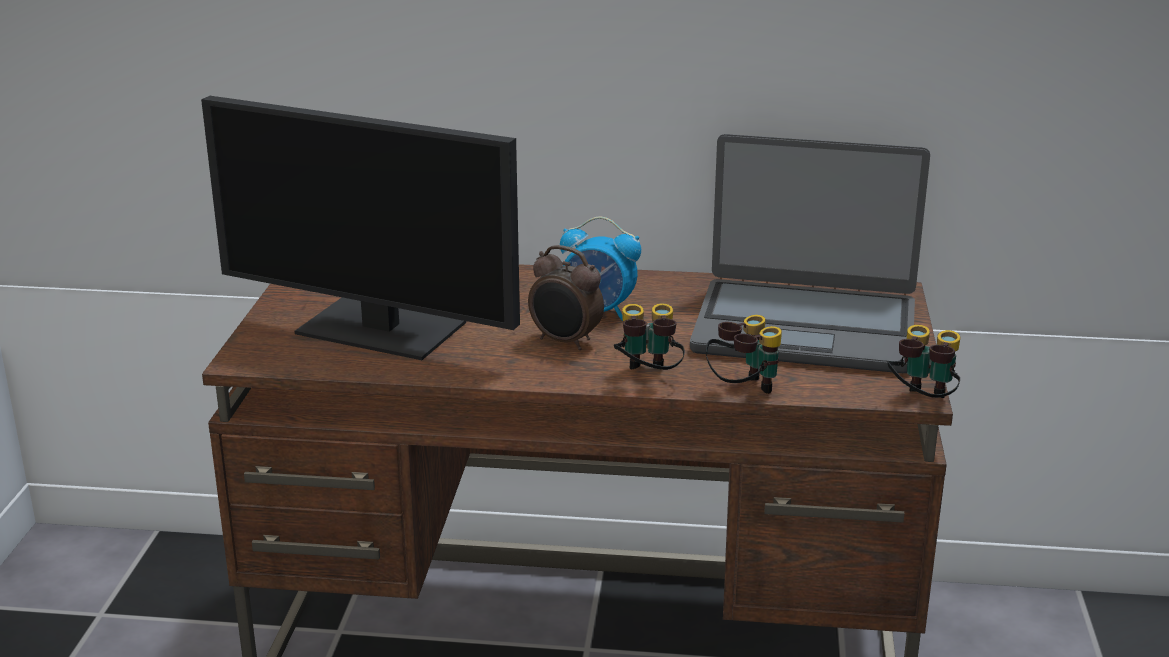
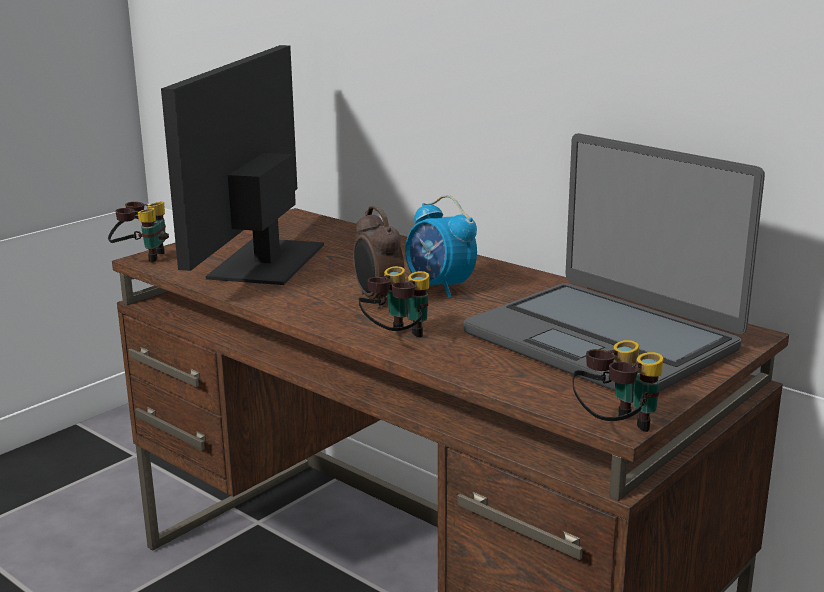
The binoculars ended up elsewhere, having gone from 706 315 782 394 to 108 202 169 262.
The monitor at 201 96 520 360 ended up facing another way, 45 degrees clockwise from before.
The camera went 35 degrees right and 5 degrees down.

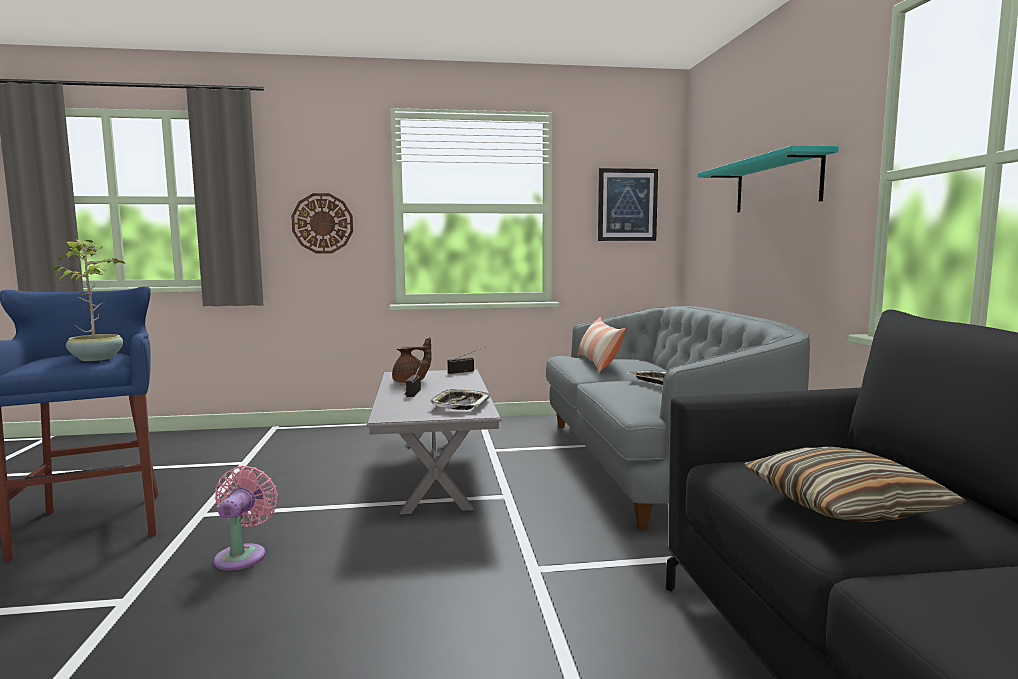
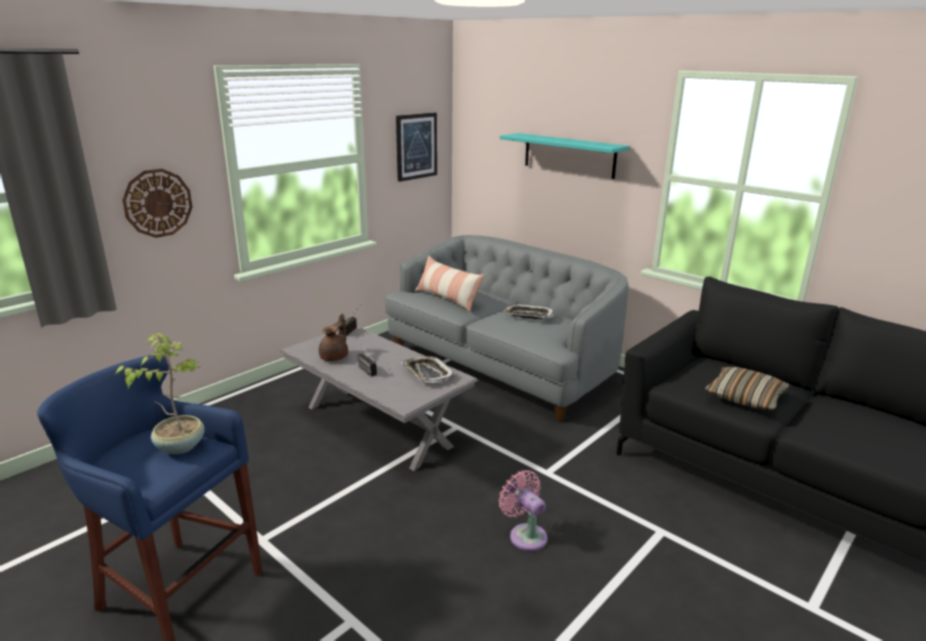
The pink_fan ended up elsewhere, having gone from 214 466 278 570 to 499 470 548 551.
The camera went 40 degrees left and 15 degrees up.

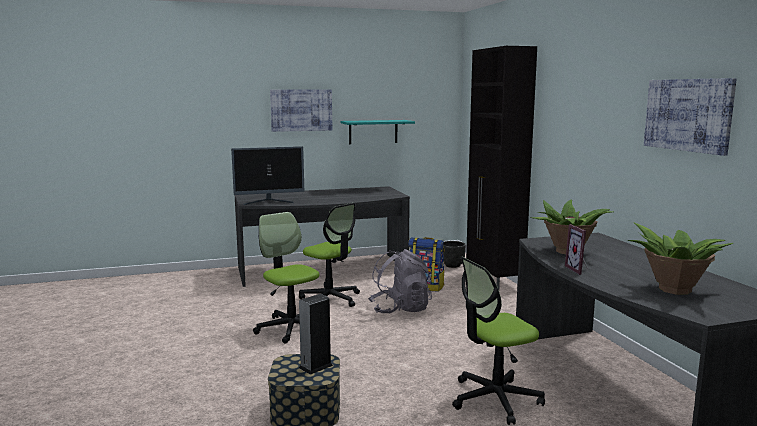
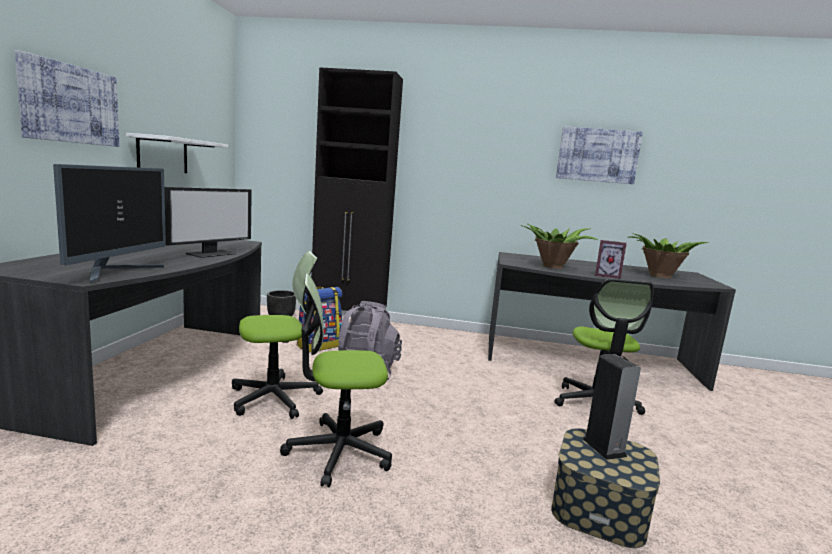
The second view gained the monitor at 164 187 252 258.
What was the turquoise_shelf at 341 120 415 144 turned into the white_shelf at 126 133 228 173.
The camera went 65 degrees left and 0 degrees up.

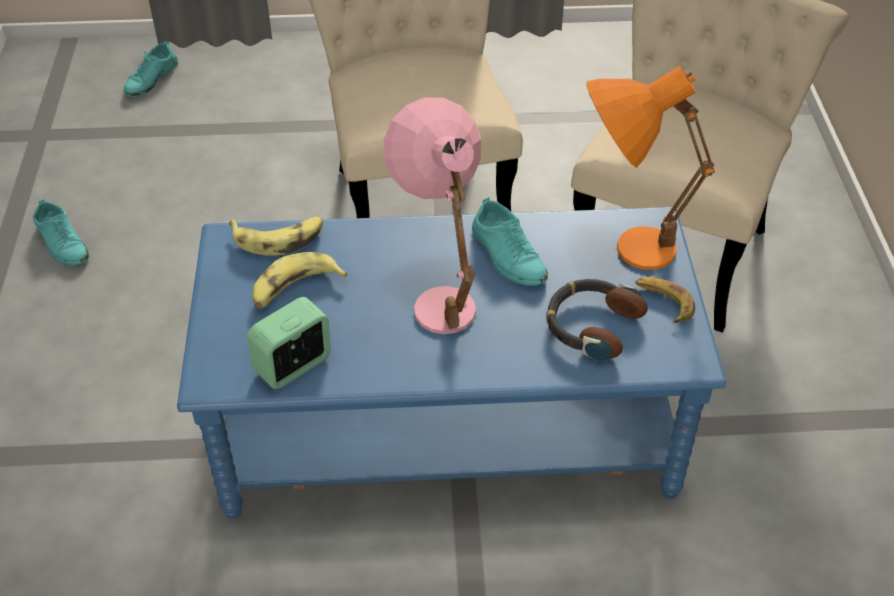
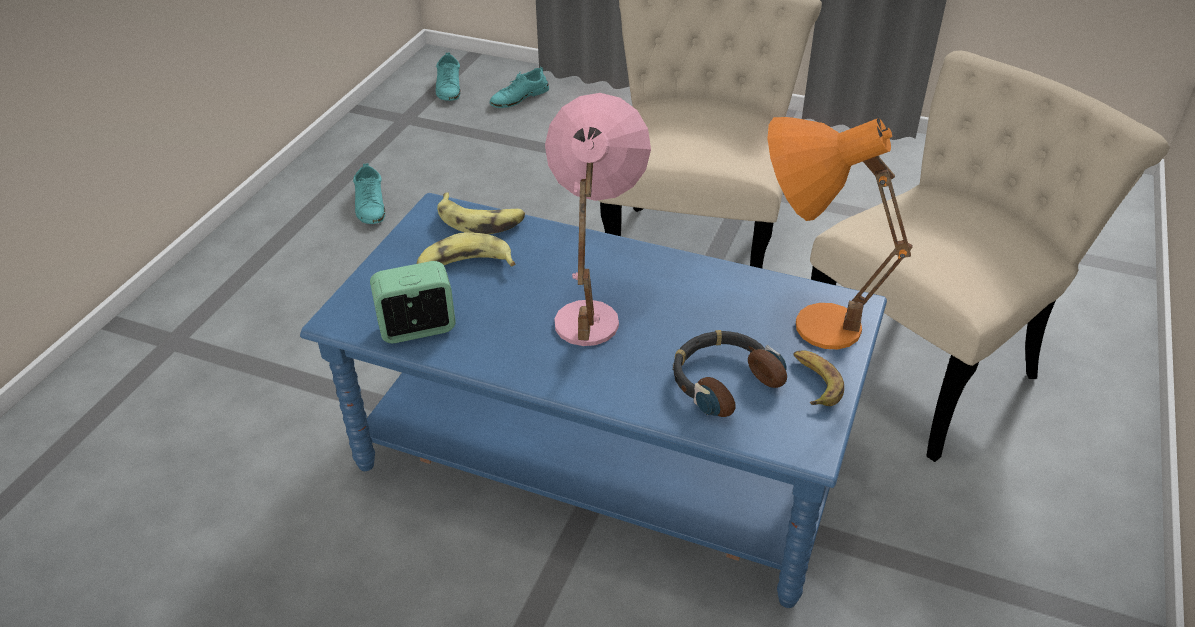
The turquoise_shoe ended up elsewhere, having gone from 472 197 548 286 to 436 52 461 101.
The camera went 25 degrees right and 5 degrees down.

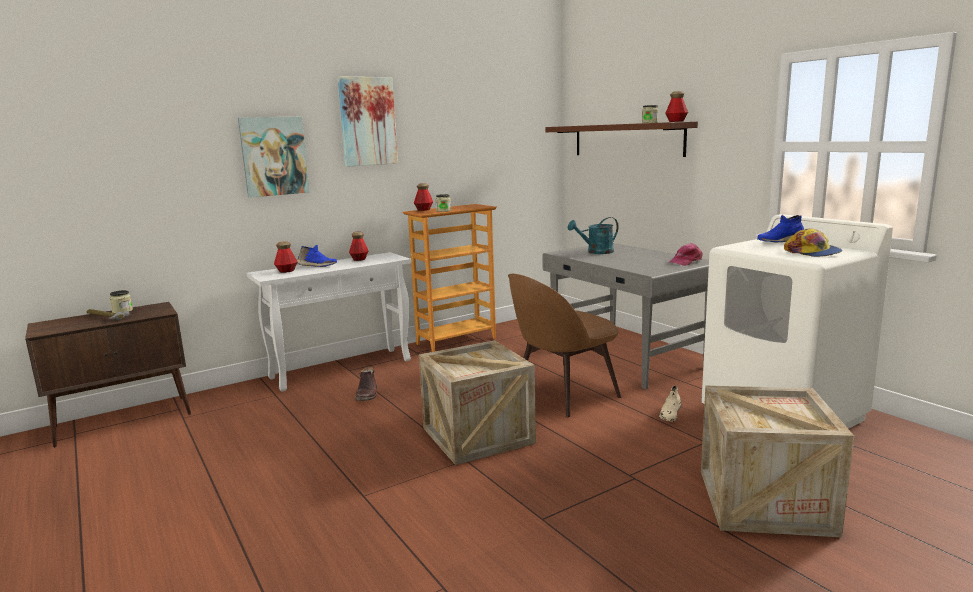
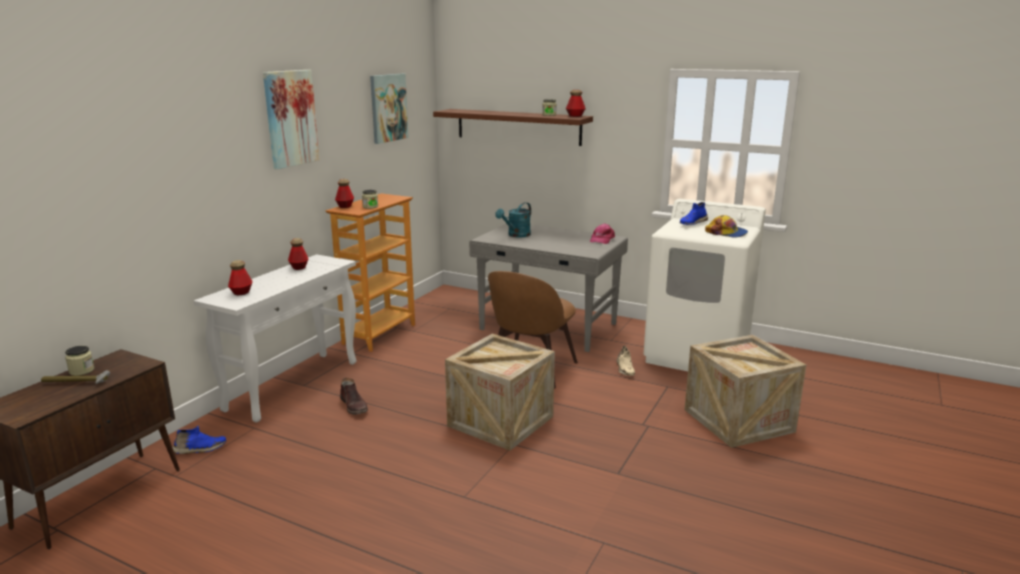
The picture ended up elsewhere, having gone from 238 117 310 198 to 370 74 409 144.
The blue_shoe ended up elsewhere, having gone from 297 245 337 267 to 172 425 226 454.
The camera went 30 degrees left and 5 degrees up.

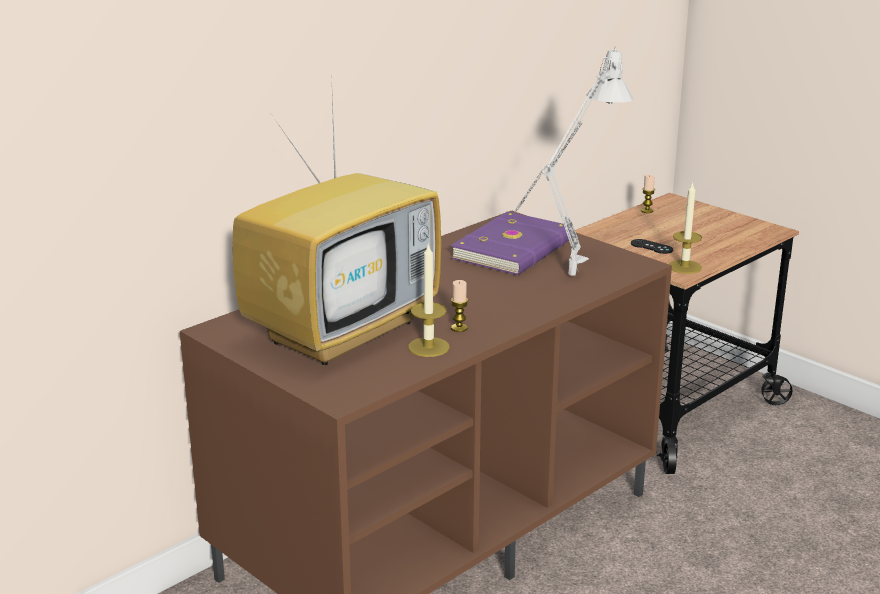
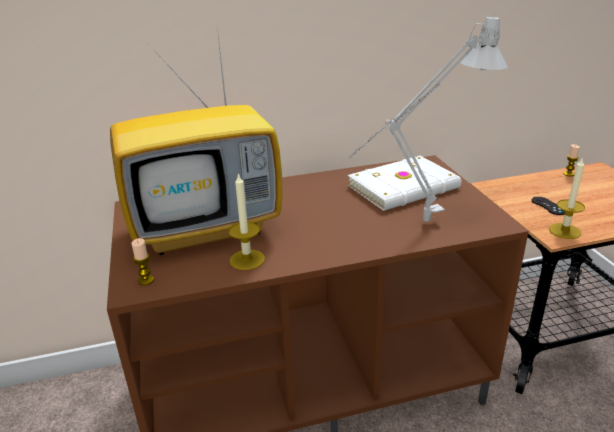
The candle ended up elsewhere, having gone from 451 280 468 332 to 131 238 154 285.
What was the purple_book at 451 211 574 275 turned into the white_book at 348 156 461 211.
The camera went 30 degrees right and 5 degrees up.

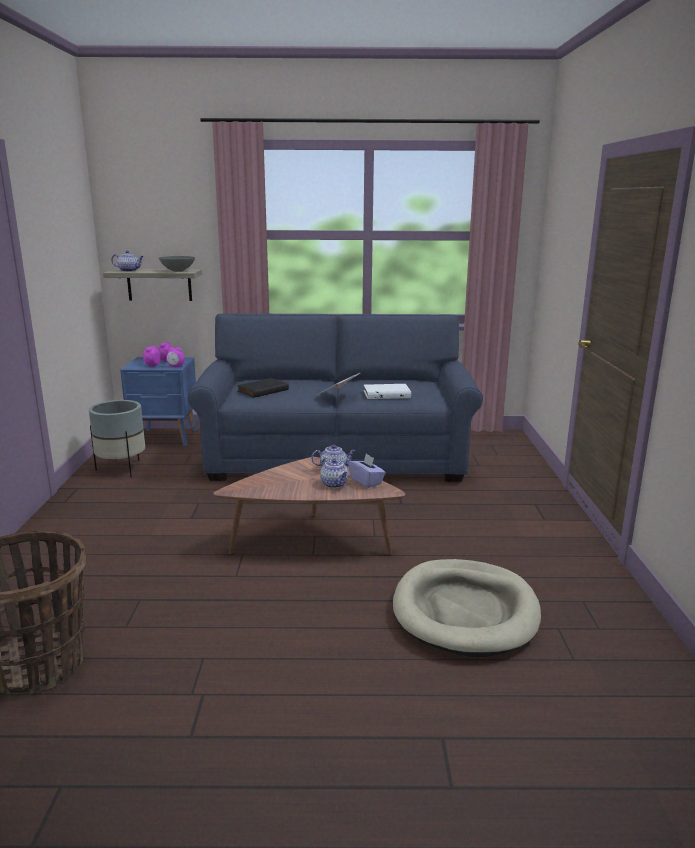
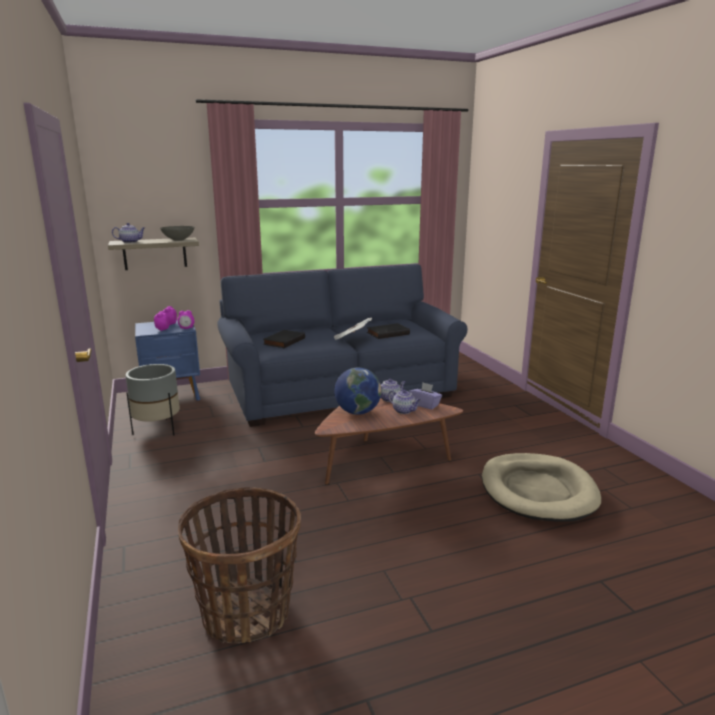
The second view gained the globe at 334 368 381 415.
What was the white_book at 364 384 411 399 turned into the black_book at 367 323 410 339.
The camera went 20 degrees left and 0 degrees up.

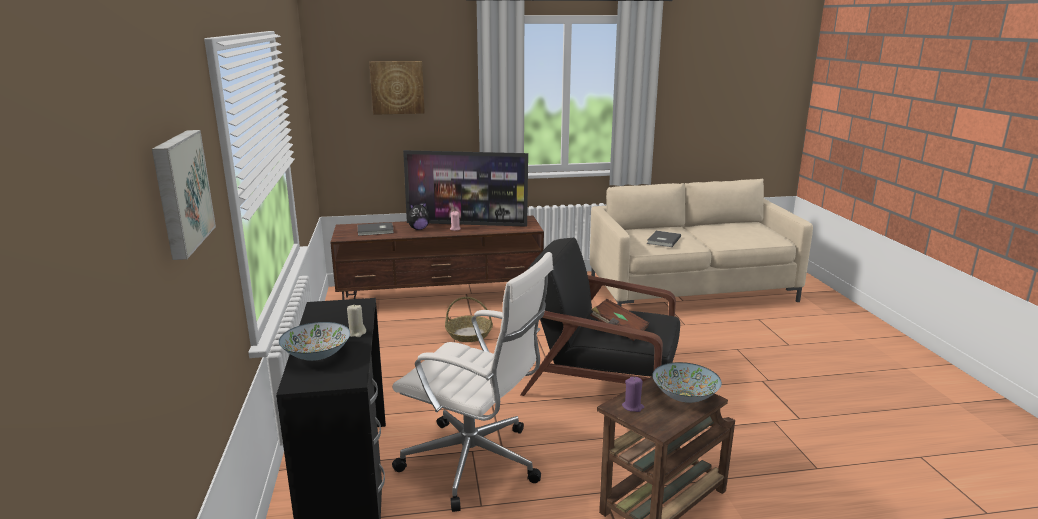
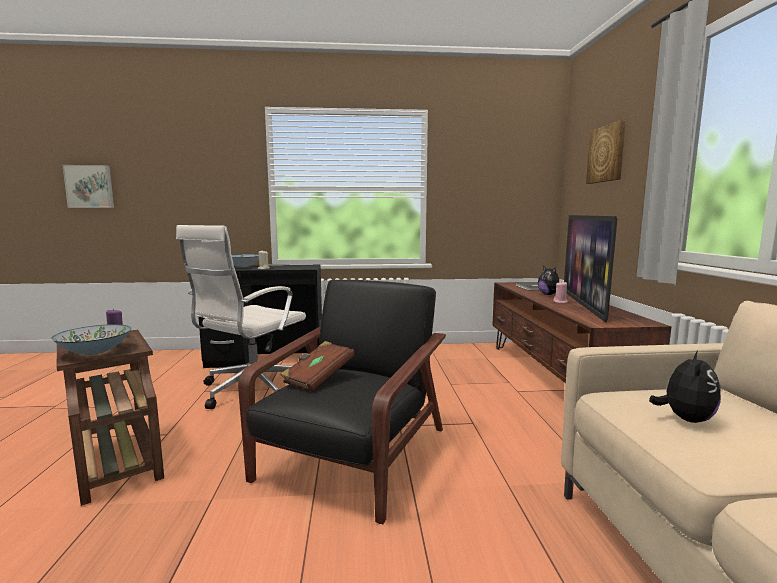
The second view lost the basket at 445 297 493 342.
The picture ended up elsewhere, having gone from 152 130 216 260 to 62 165 114 208.
Where the grey_book stood at 647 231 681 247, the plush_toy came to stand at 649 351 721 423.
The camera went 95 degrees right and 10 degrees down.

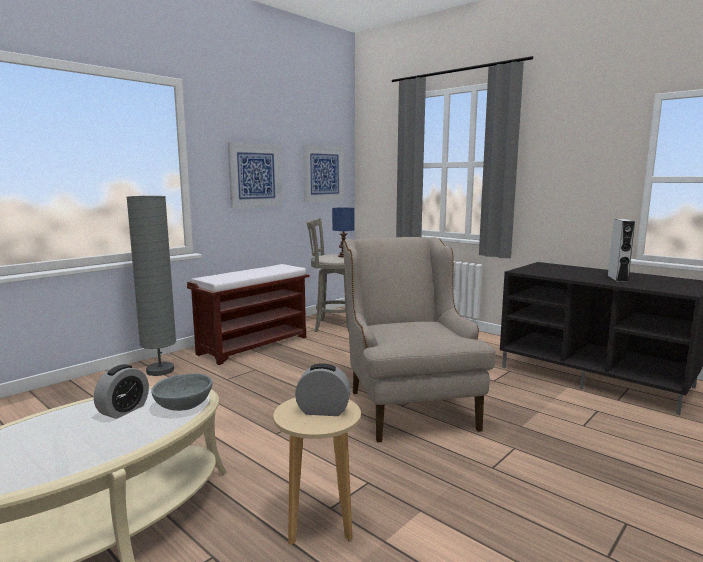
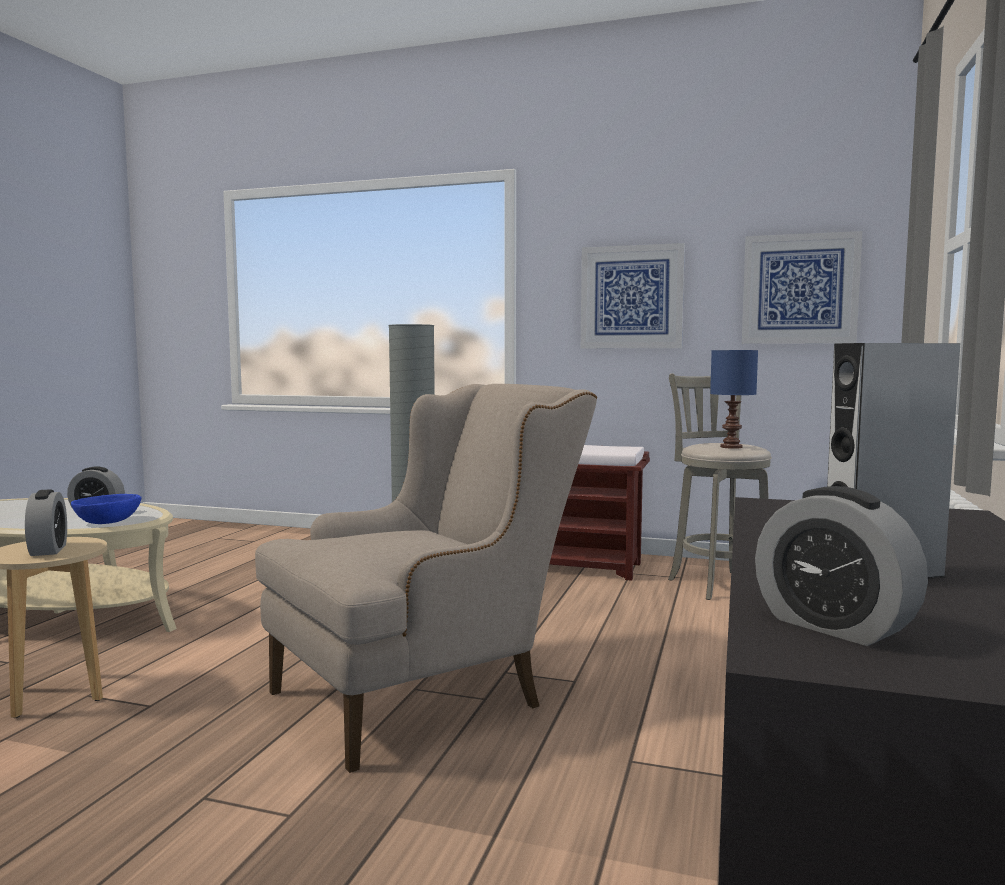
The second view gained the alarm_clock at 755 486 928 646.
What was the grey_bowl at 151 373 213 411 turned into the blue_bowl at 71 494 142 524.
The camera went 65 degrees right and 5 degrees down.

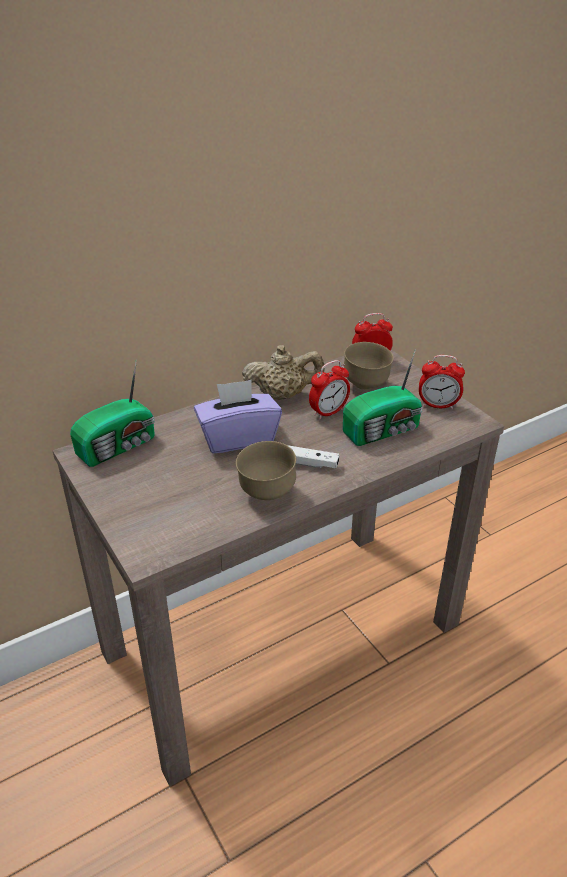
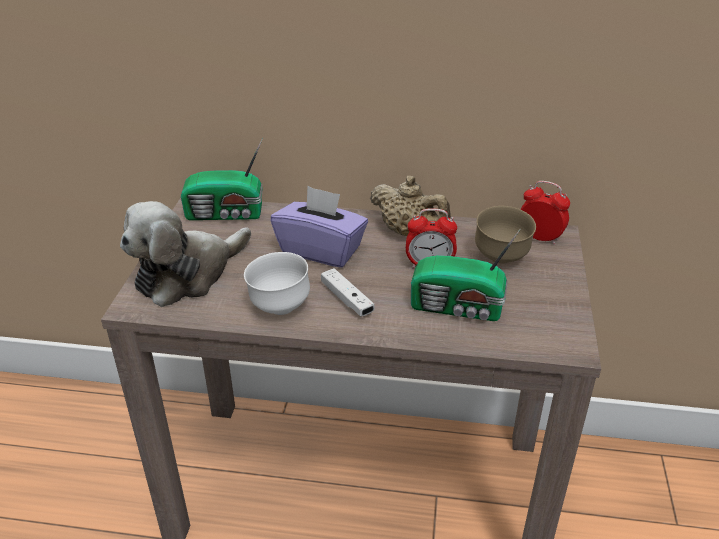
The second view lost the alarm_clock at 419 355 465 409.
The second view gained the plush_toy at 120 201 251 307.
What was the brown_bowl at 236 441 296 500 turned into the white_bowl at 244 252 310 315.
The camera went 40 degrees right and 0 degrees up.

